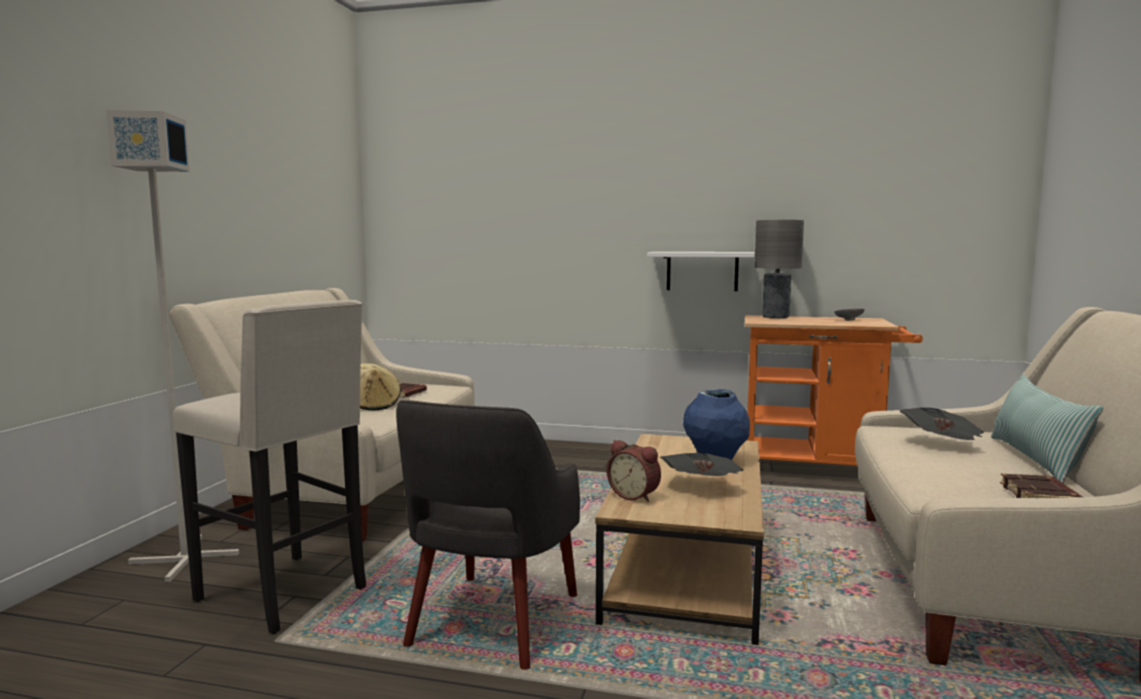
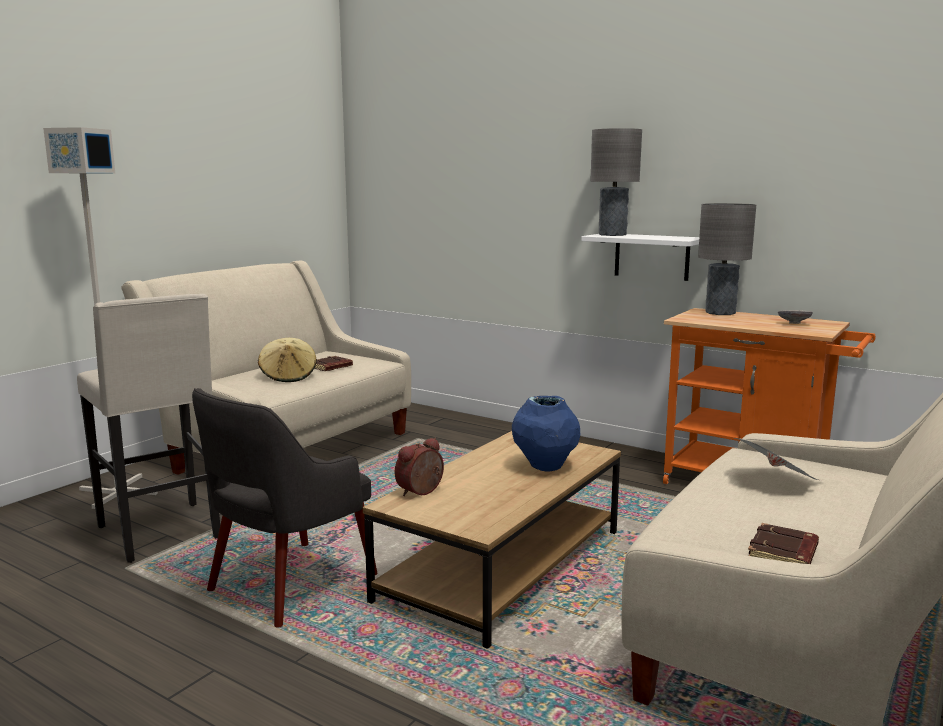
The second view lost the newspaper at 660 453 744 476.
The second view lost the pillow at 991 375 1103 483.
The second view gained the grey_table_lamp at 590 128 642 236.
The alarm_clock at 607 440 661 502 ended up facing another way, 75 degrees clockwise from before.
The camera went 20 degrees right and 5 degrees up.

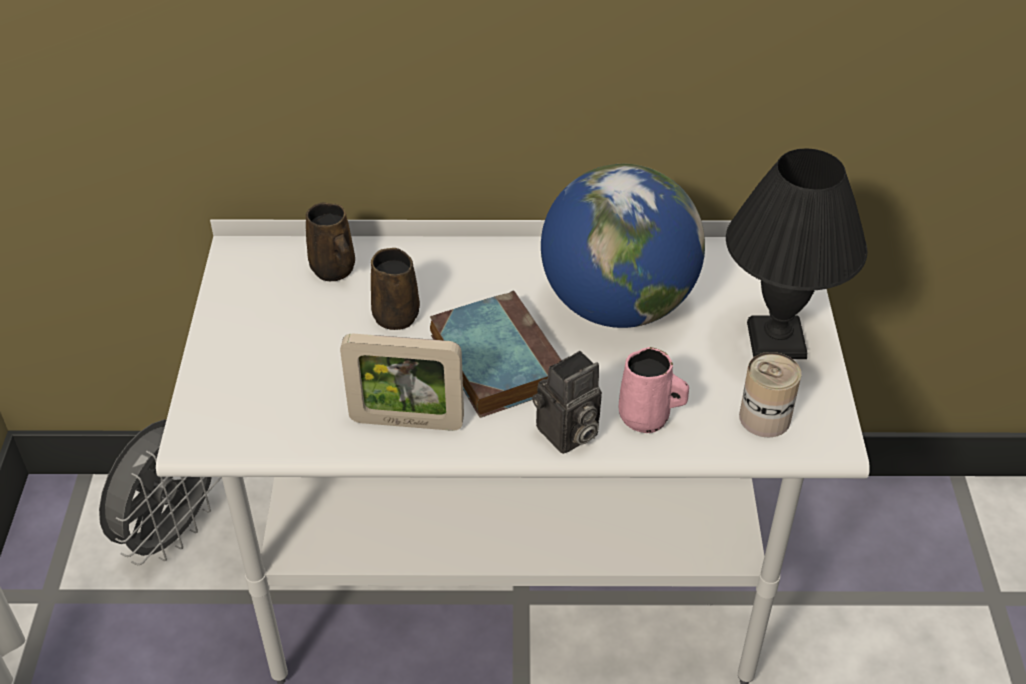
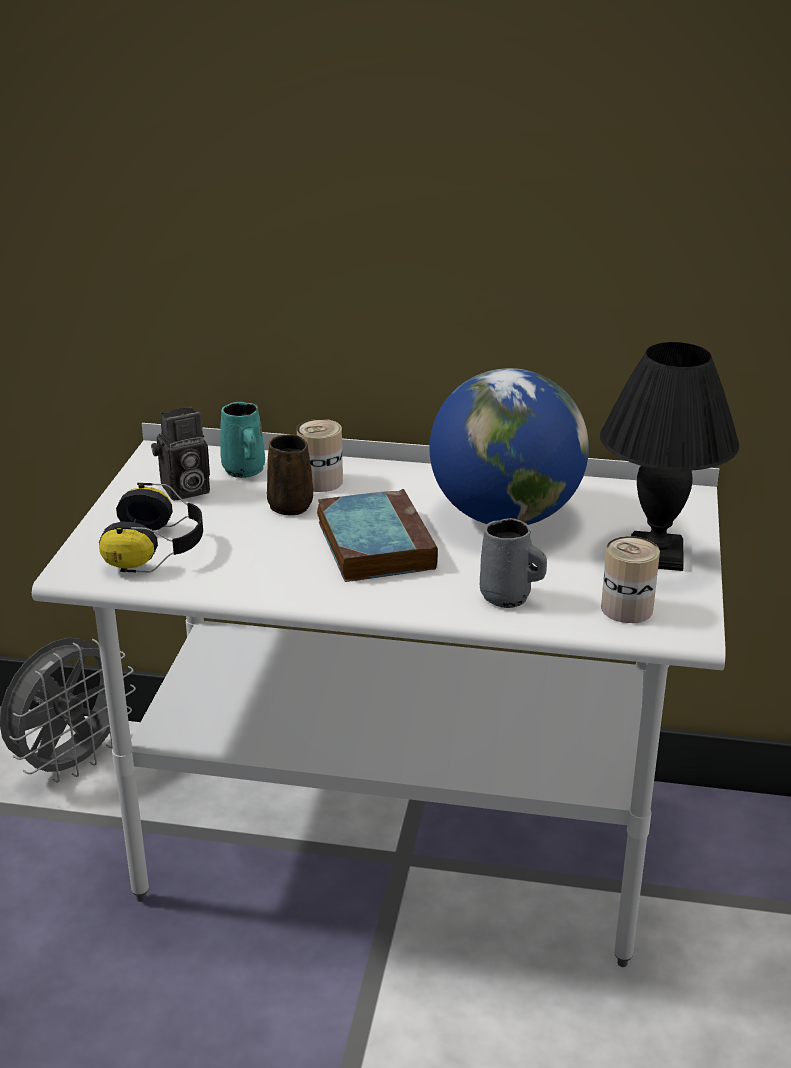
The second view lost the picture_frame at 340 334 464 431.
The second view gained the headphones at 99 483 203 572.
The second view gained the can at 297 419 343 492.
The photo_camera ended up elsewhere, having gone from 532 351 602 454 to 151 407 210 501.
What was the brown_mug at 306 203 355 281 turned into the turquoise_mug at 220 402 265 478.
What was the pink_mug at 619 347 689 433 turned into the grey_mug at 480 518 547 608.
The camera went 10 degrees right and 15 degrees down.

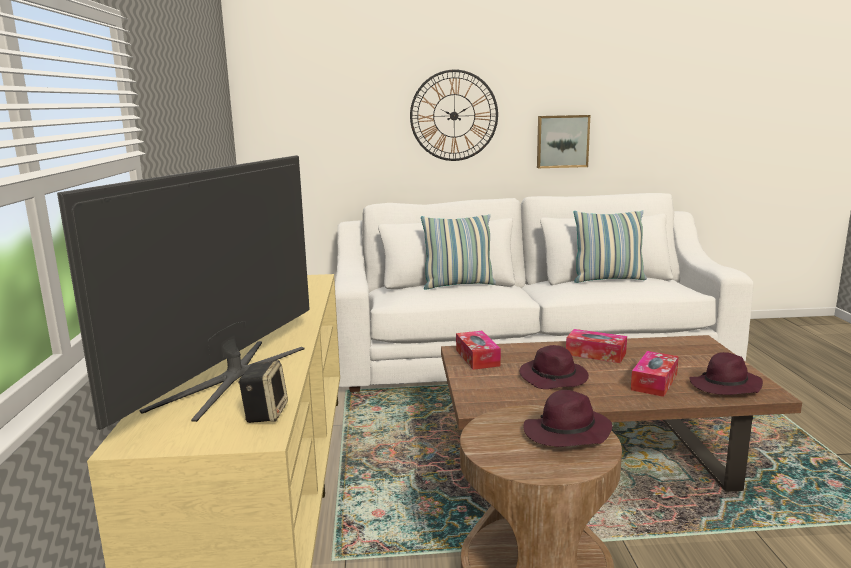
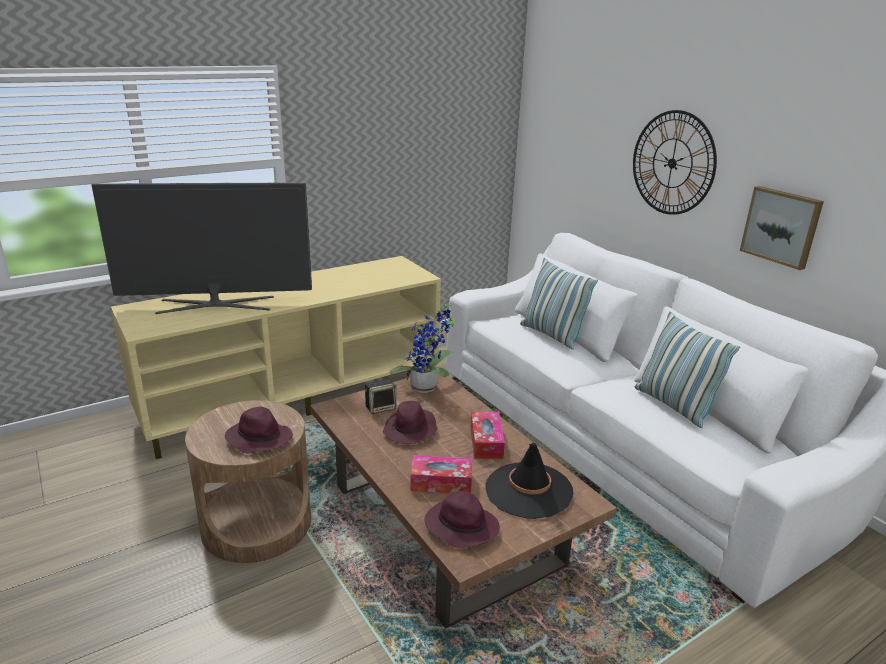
The second view gained the black_hat at 485 443 574 519.
The speaker ended up elsewhere, having gone from 238 360 288 423 to 365 379 397 414.
Where the tissue_box stood at 456 331 501 370, the potted_plant came to stand at 389 302 454 393.
The camera went 60 degrees right and 10 degrees up.

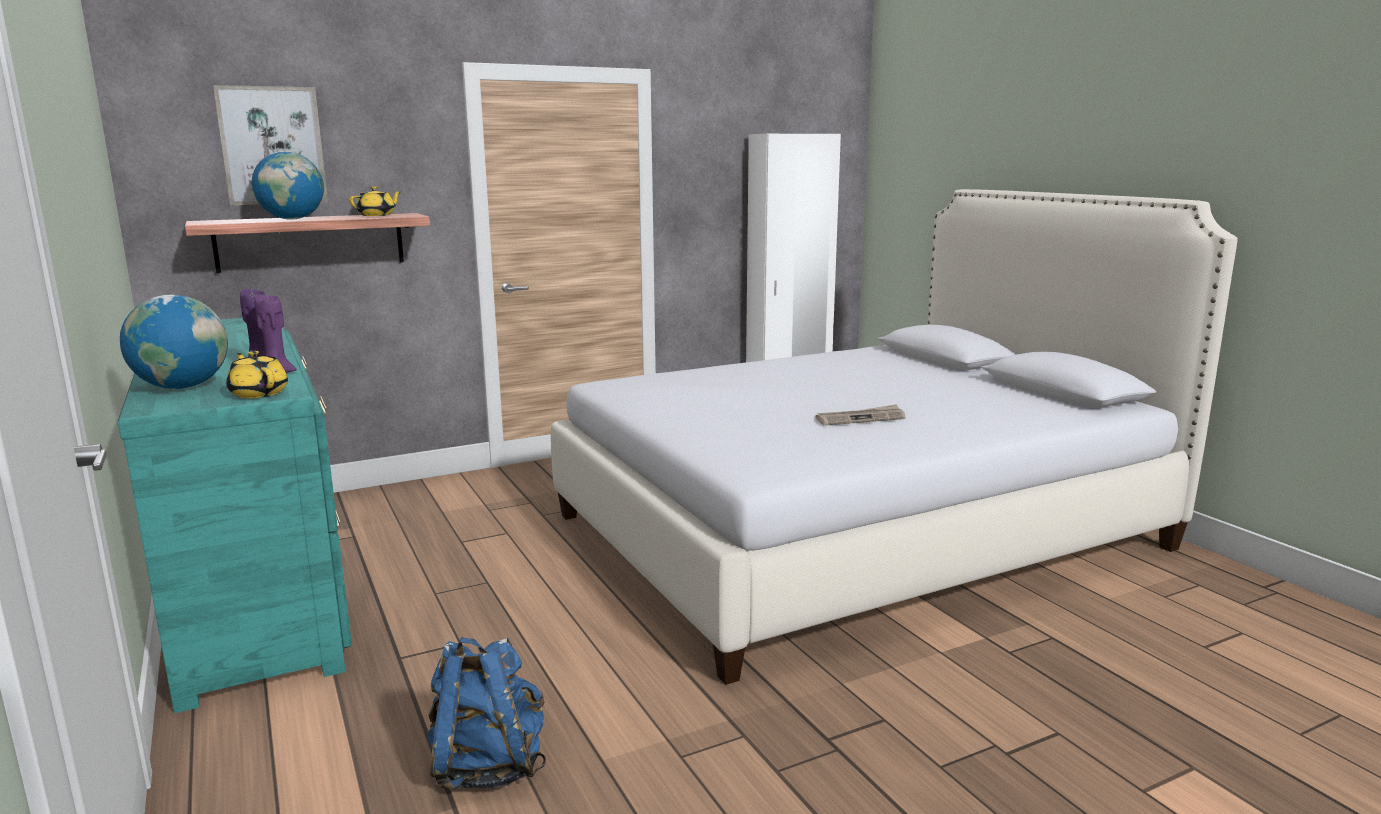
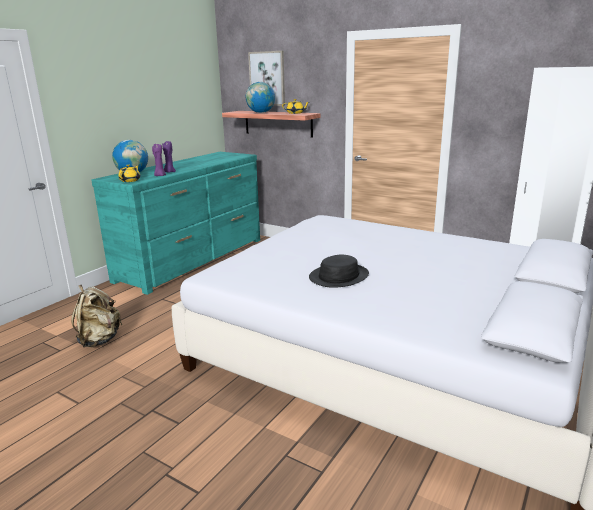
Where the newspaper stood at 816 404 906 426, the black_hat came to stand at 309 254 369 288.
What was the blue_backpack at 427 637 546 791 turned into the beige_backpack at 71 285 123 347.
The camera went 60 degrees right and 5 degrees up.

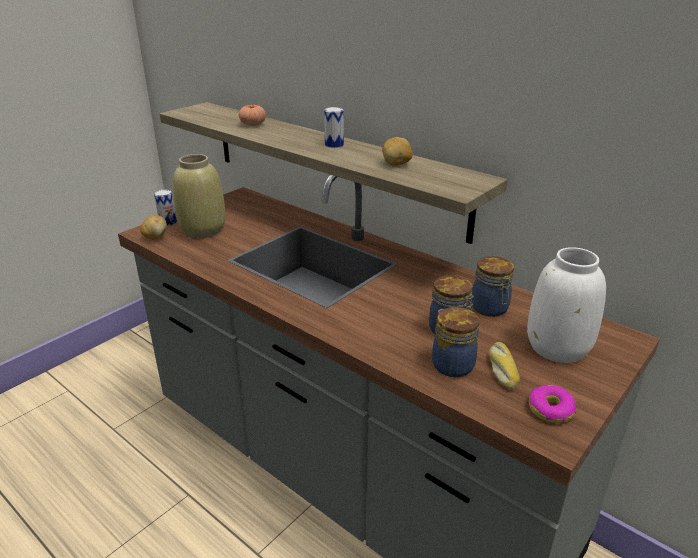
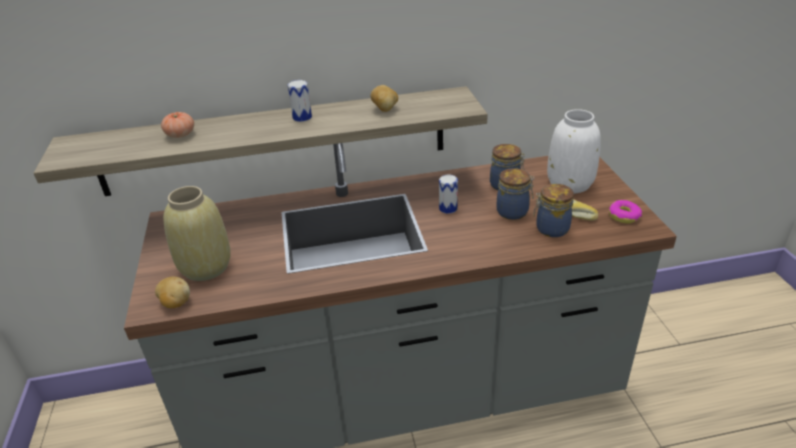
The can ended up elsewhere, having gone from 154 190 177 226 to 439 174 458 214.
The camera went 50 degrees left and 5 degrees up.

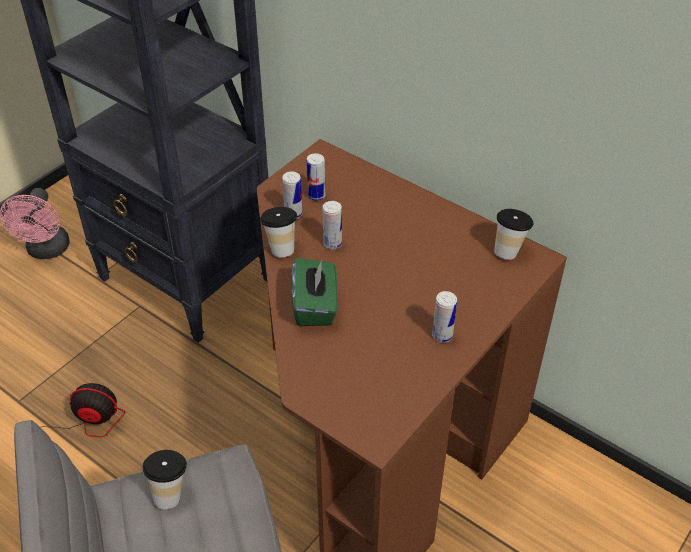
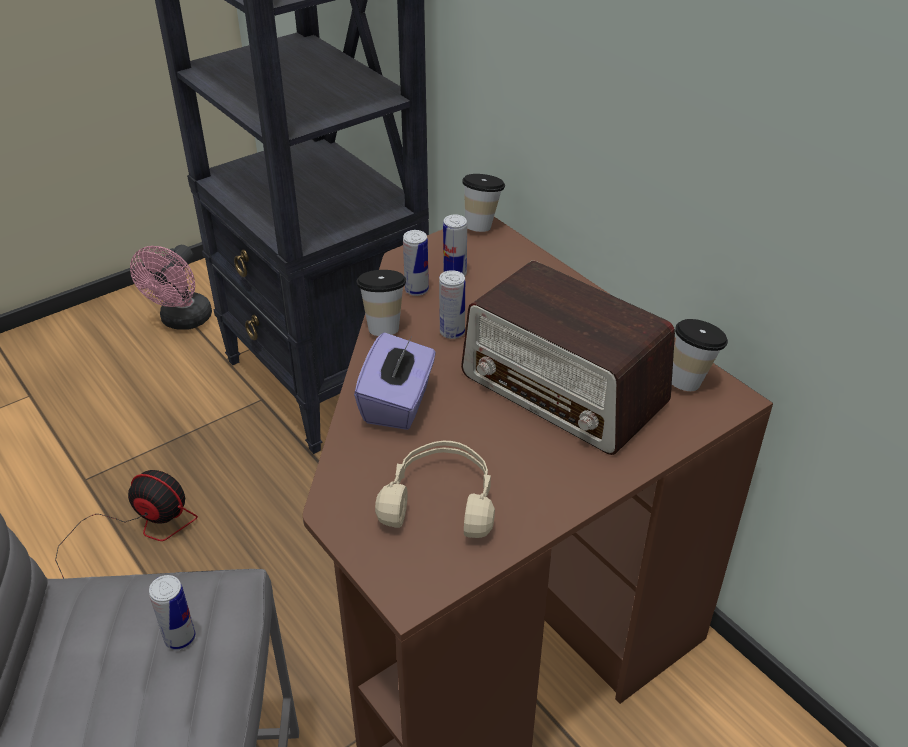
The second view gained the beige_headphones at 375 441 495 538.
The second view gained the radio at 461 261 675 455.
The cup ended up elsewhere, having gone from 142 450 187 509 to 462 174 505 232.
The can ended up elsewhere, having gone from 432 291 457 343 to 149 575 196 650.
What was the green_tissue_box at 291 258 338 326 turned into the purple_tissue_box at 354 332 436 430.
The camera went 15 degrees right and 5 degrees down.

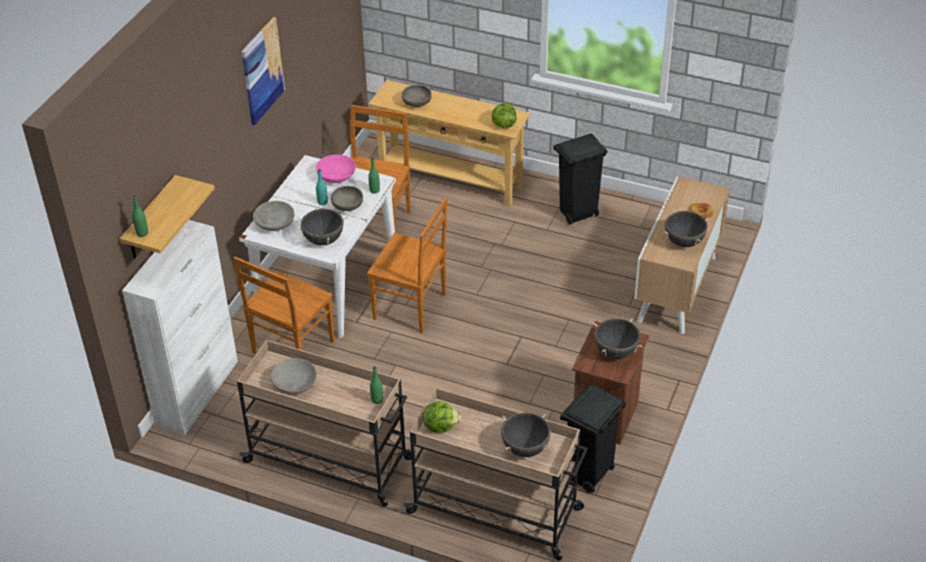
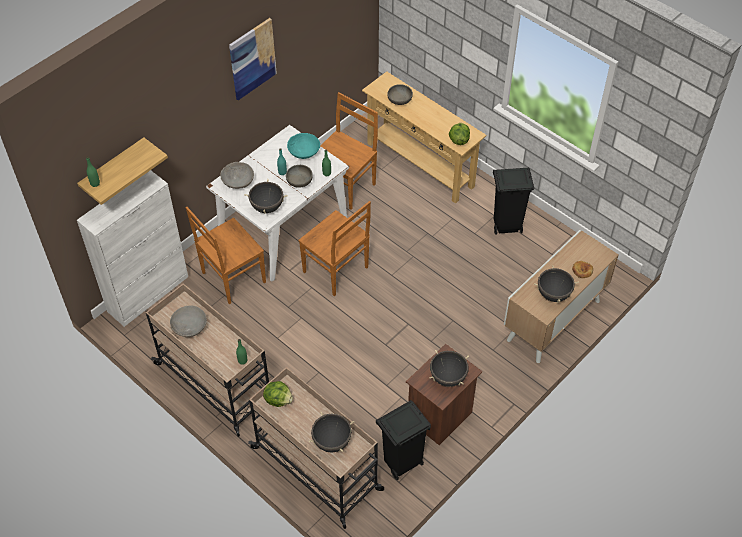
What was the pink_bowl at 316 155 356 183 turned into the turquoise_bowl at 287 133 320 159.
The camera went 20 degrees right and 10 degrees up.

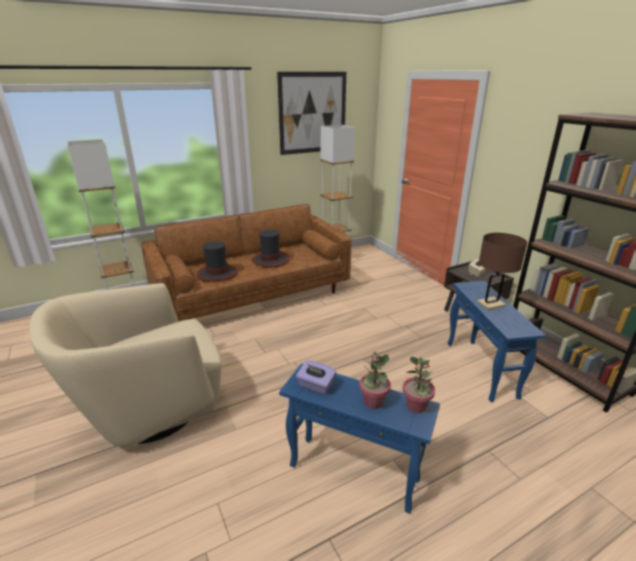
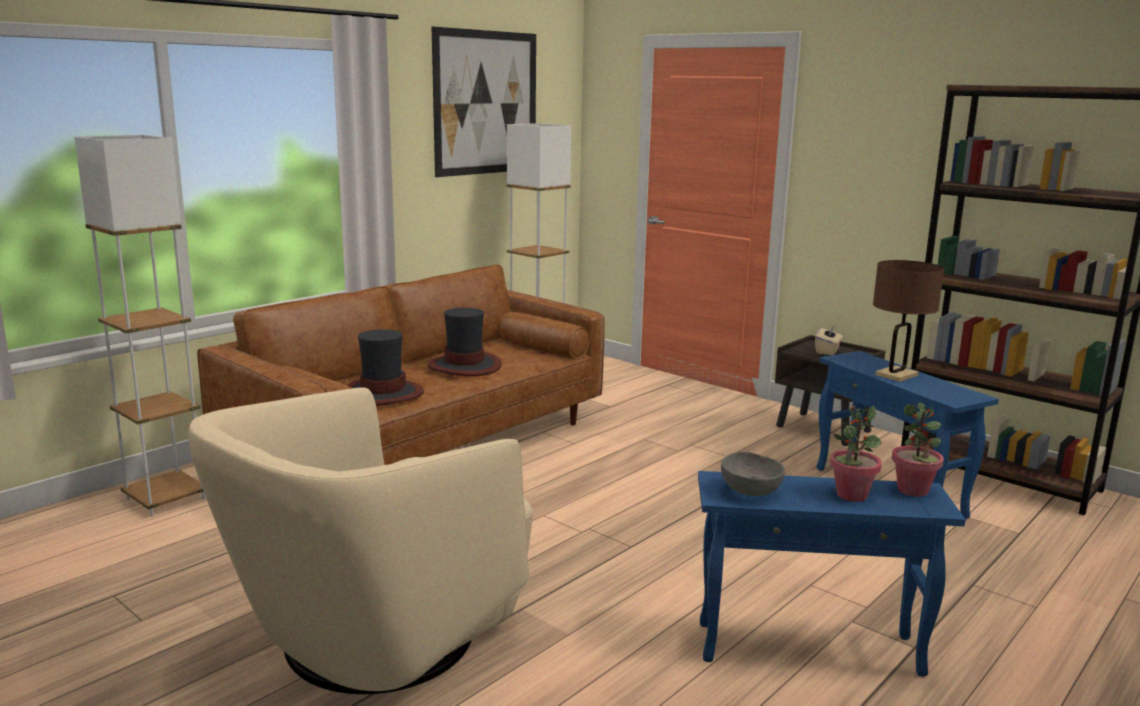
Where the purple_tissue_box stood at 296 361 336 395, the grey_bowl came to stand at 721 452 785 496.
The camera went 20 degrees left and 10 degrees down.

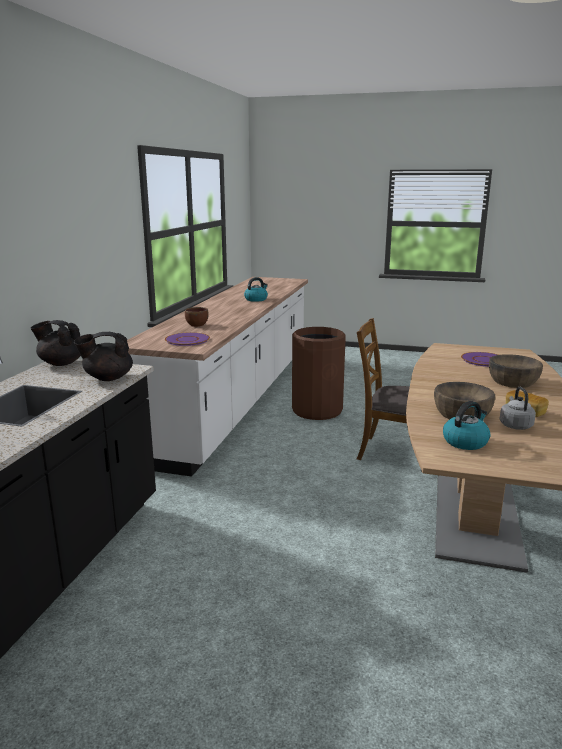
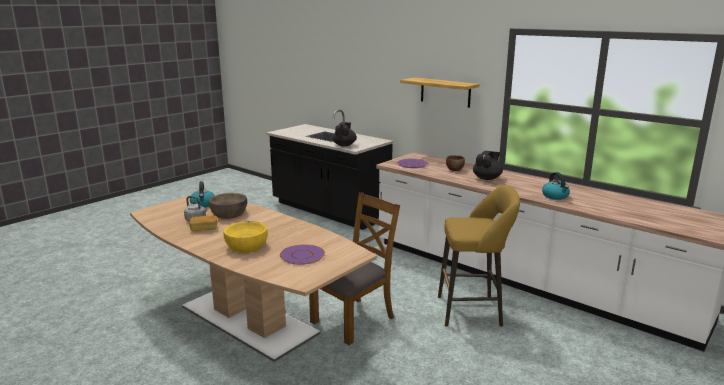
The second view gained the shelf at 400 78 480 108.
The black_teapot ended up elsewhere, having gone from 31 320 81 366 to 473 151 503 180.
Where the brown_trash_can stood at 292 327 346 420, the yellow_stool came to stand at 438 185 520 327.
What was the brown_bowl at 489 354 543 388 turned into the yellow_bowl at 224 221 268 253.
The camera went 115 degrees right and 0 degrees up.

